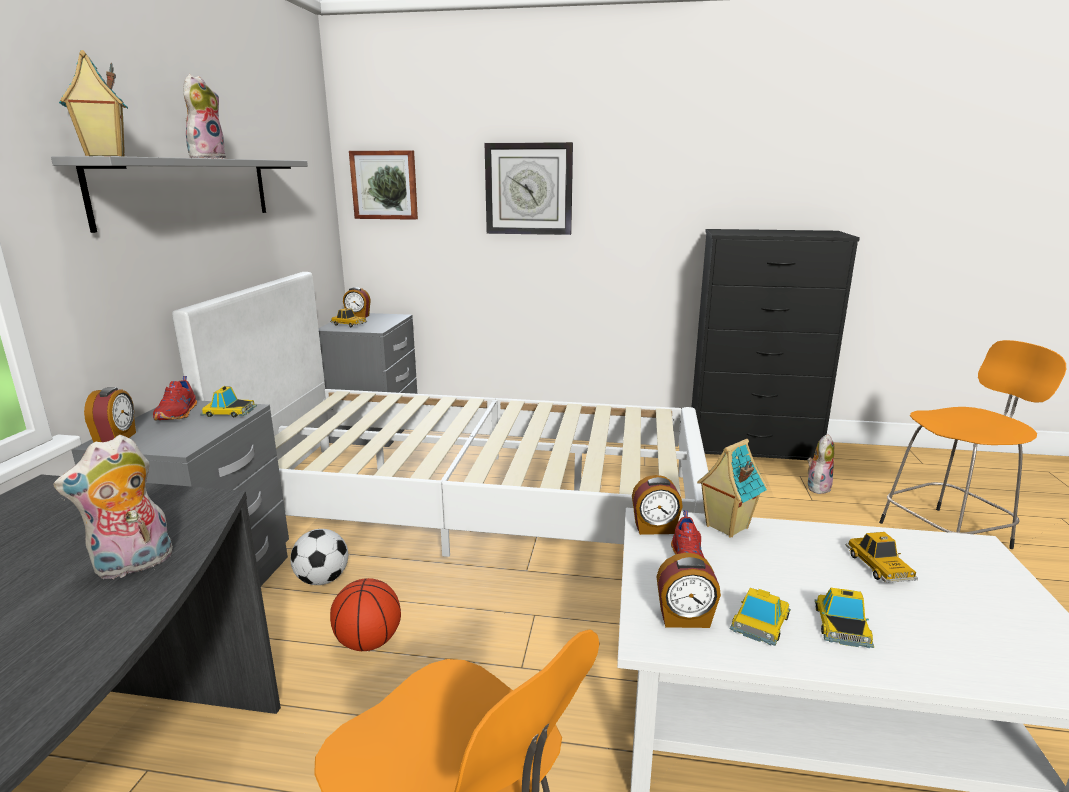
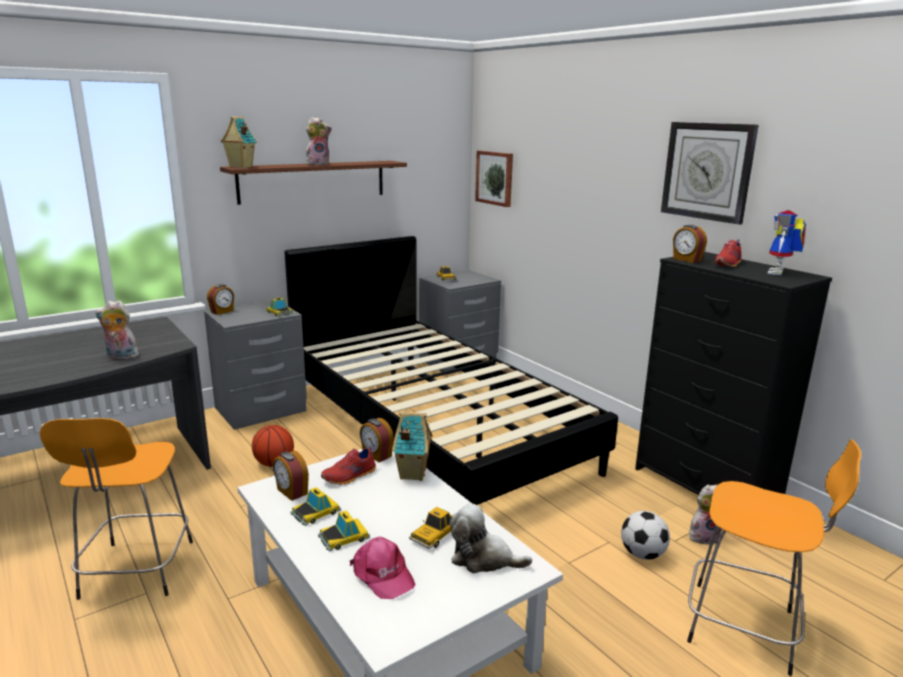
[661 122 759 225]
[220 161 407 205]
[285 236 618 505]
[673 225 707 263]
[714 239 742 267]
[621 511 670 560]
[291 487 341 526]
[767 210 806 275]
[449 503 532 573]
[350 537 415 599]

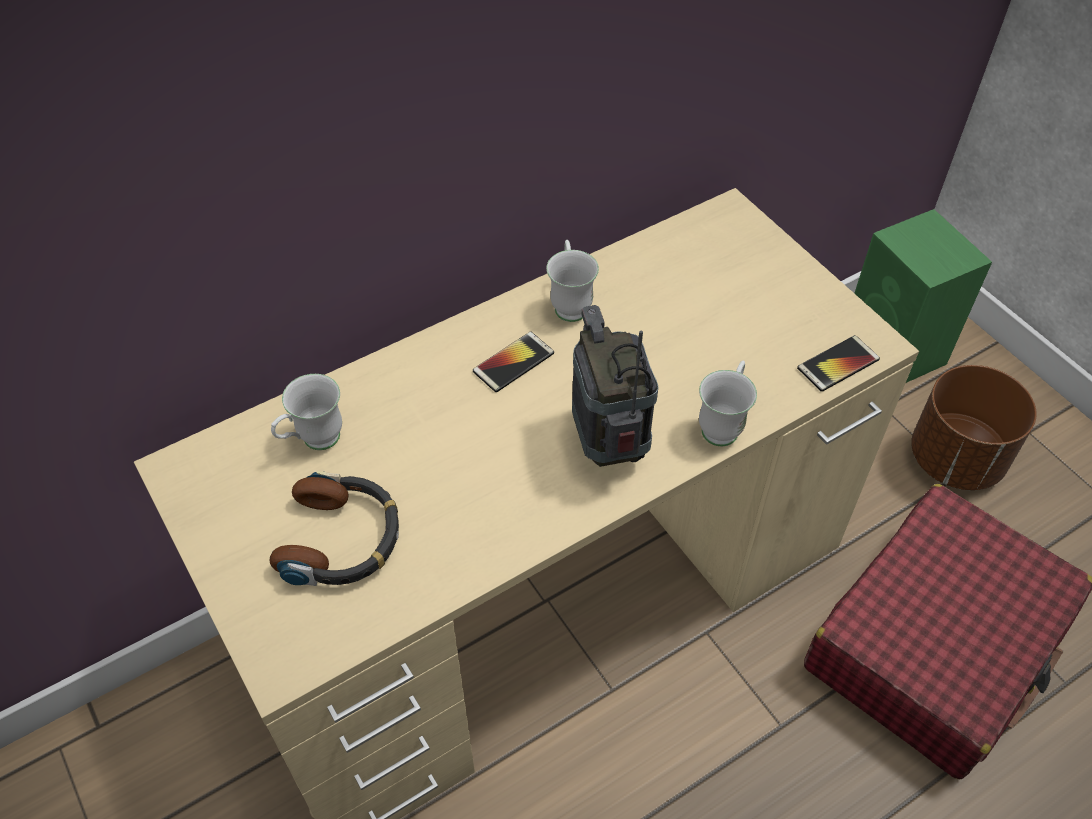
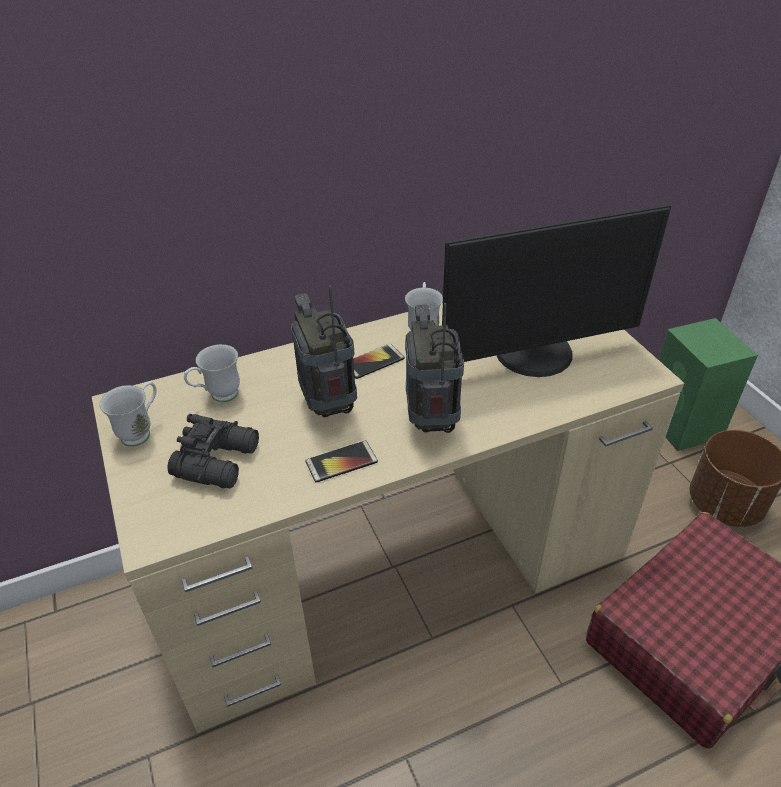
[305 440 378 483]
[99 381 157 447]
[167 414 259 488]
[442 204 671 377]
[291 286 357 417]

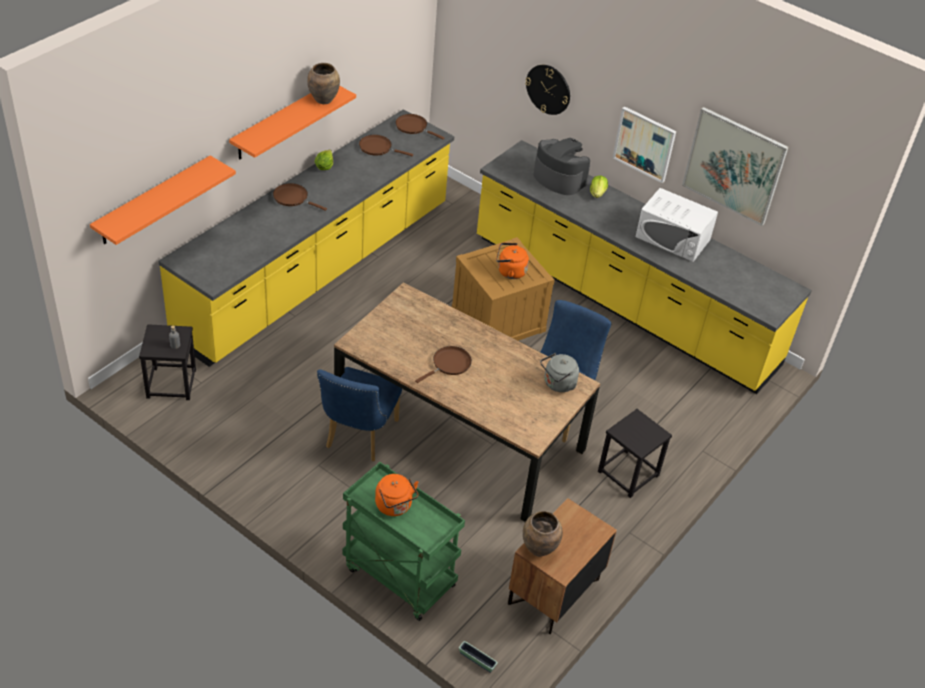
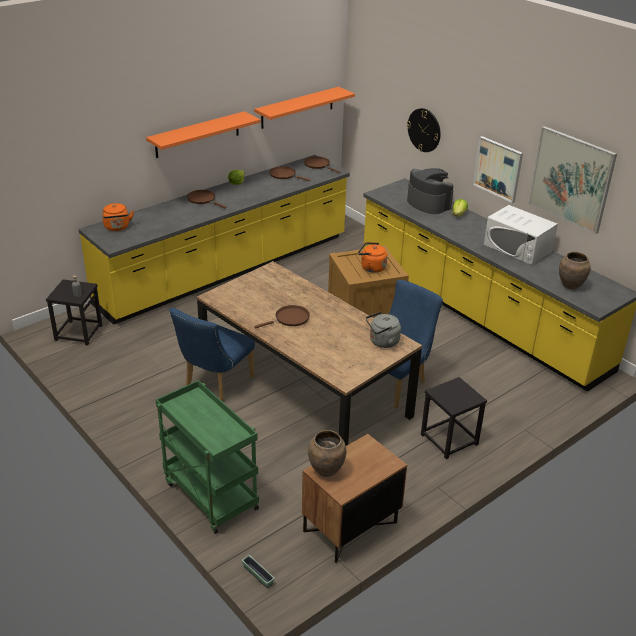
[559 252 591 290]
[254 87 355 129]
[102 203 134 231]

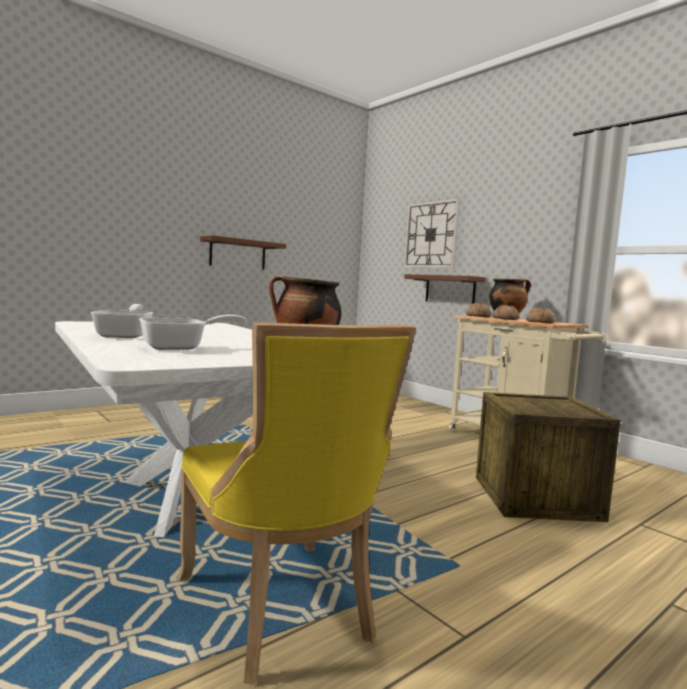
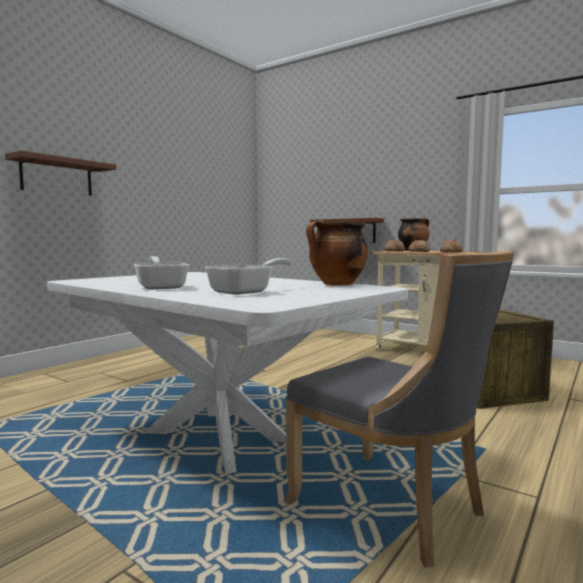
[404 199 460 268] (first image)
[5 150 116 196]
[284 251 515 568]

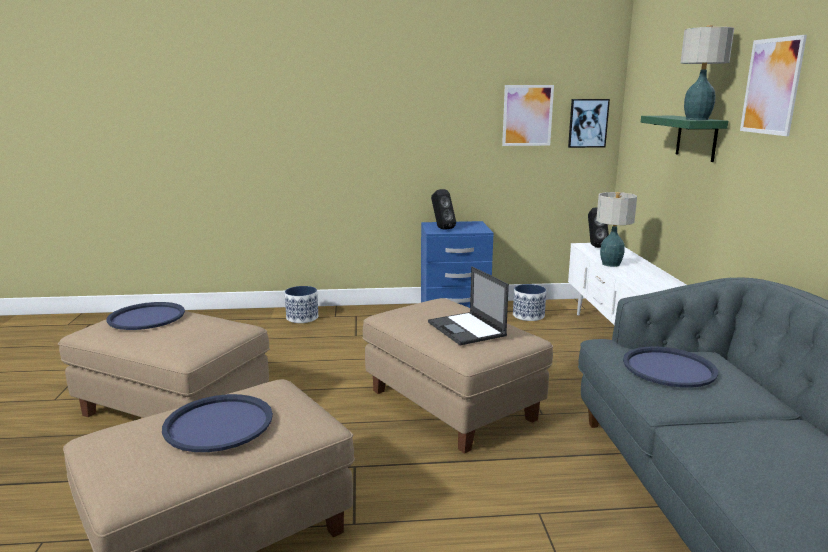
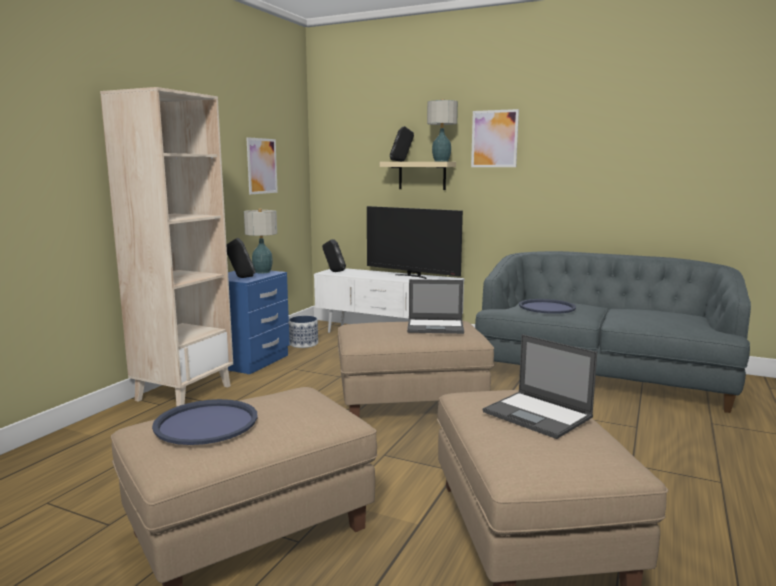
[568 99 610 148] (first image)
[380 162 456 190]
[244 209 277 273]
[285 286 318 323] (first image)
[483 334 597 439]
[100 87 233 406]
[390 126 414 162]
[367 206 463 279]

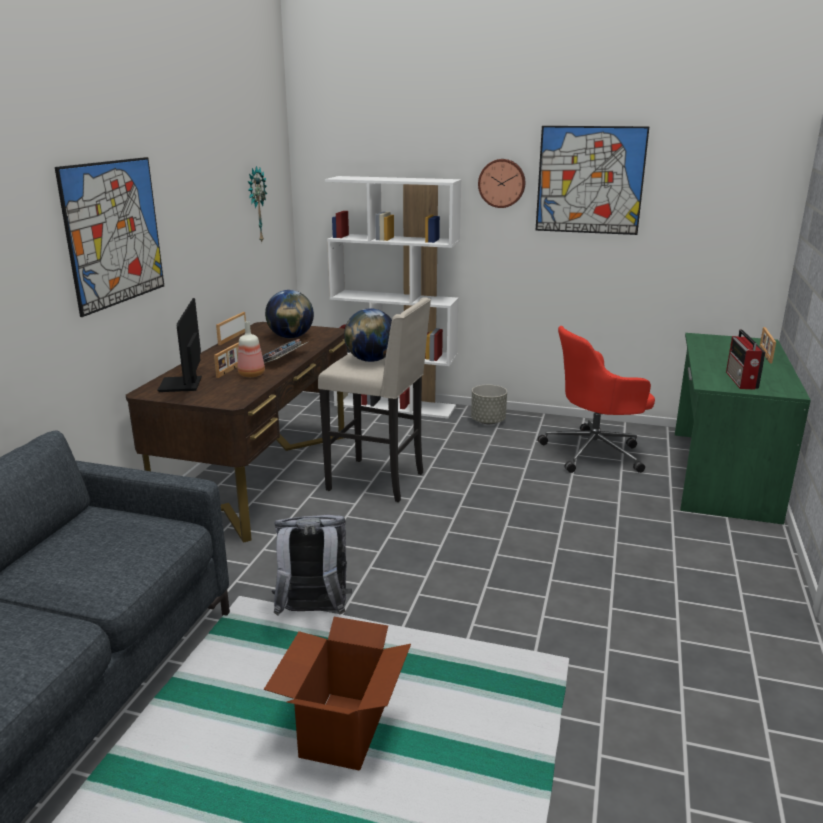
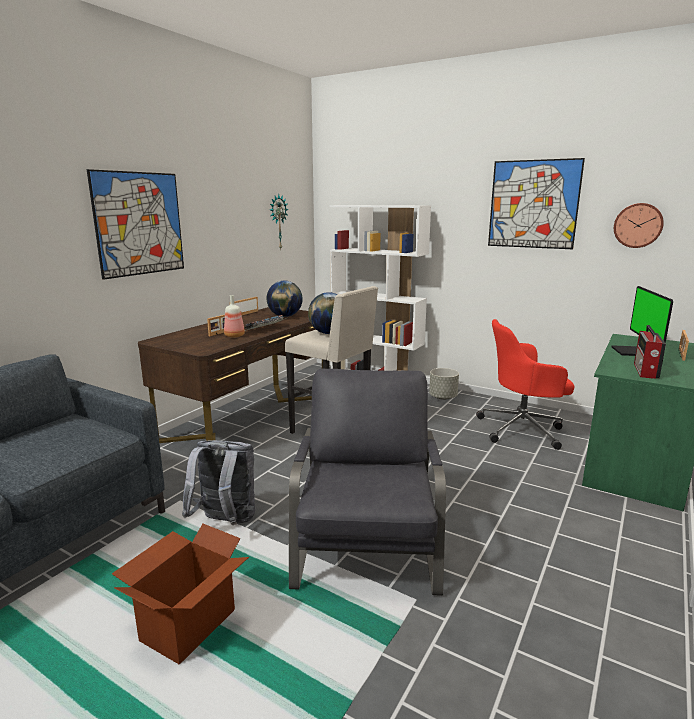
[614 203 664 248]
[611 286 673 356]
[289 369 446 596]

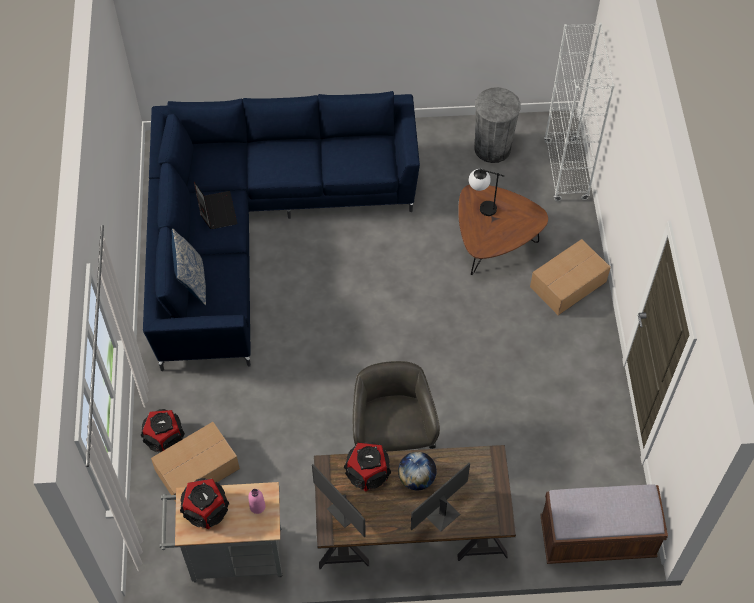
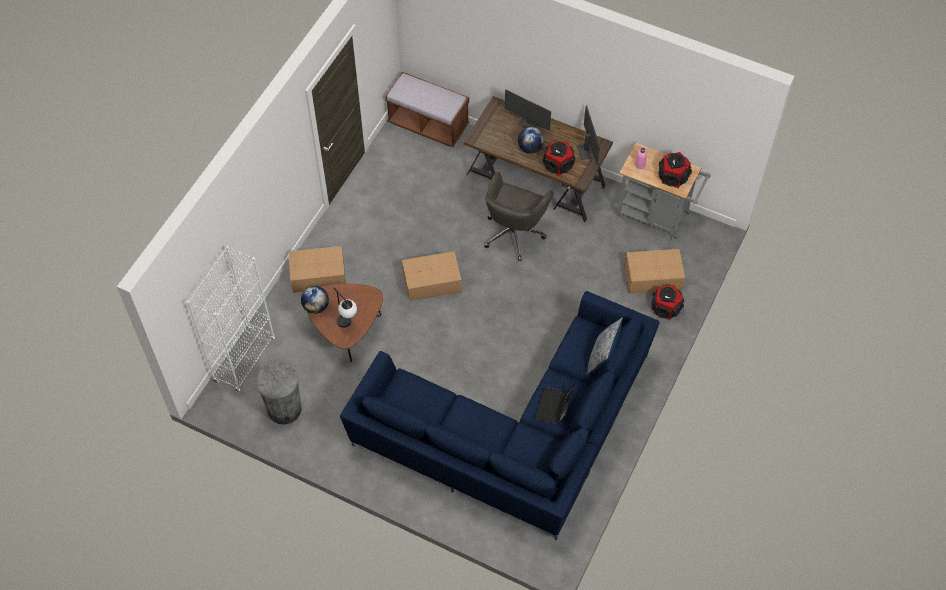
[505 90 551 131]
[402 251 461 301]
[301 286 329 314]

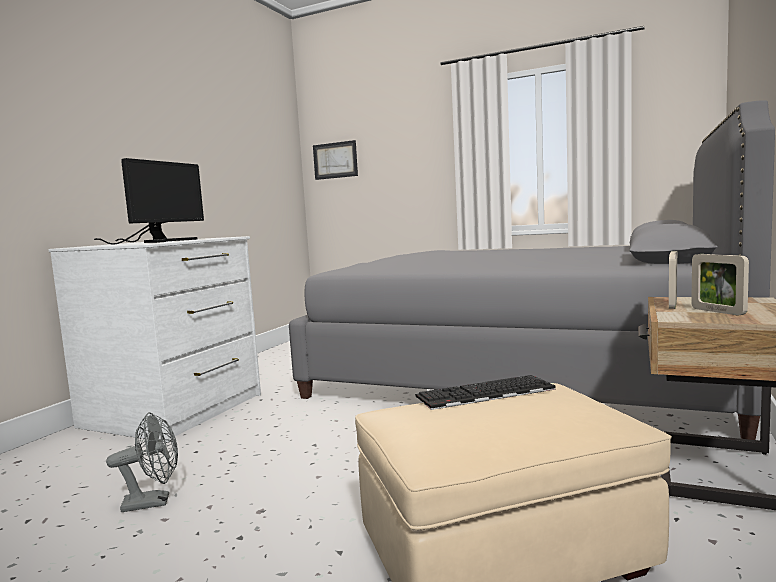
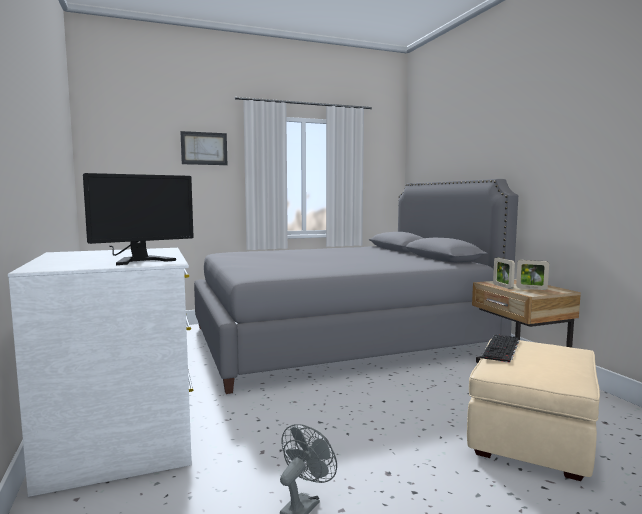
[180 131 227 165]
[83 173 194 265]

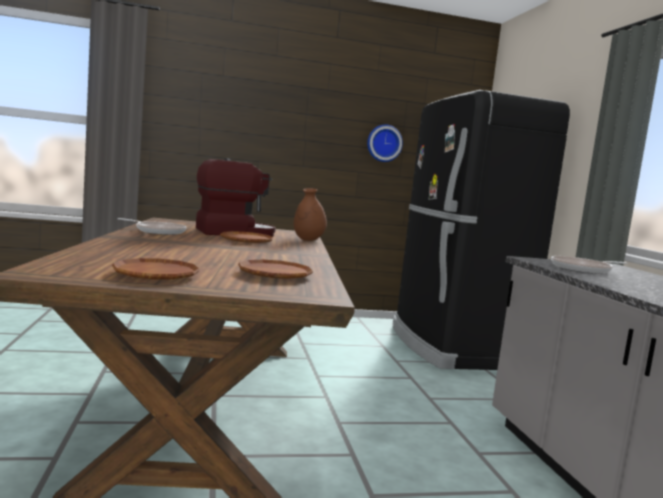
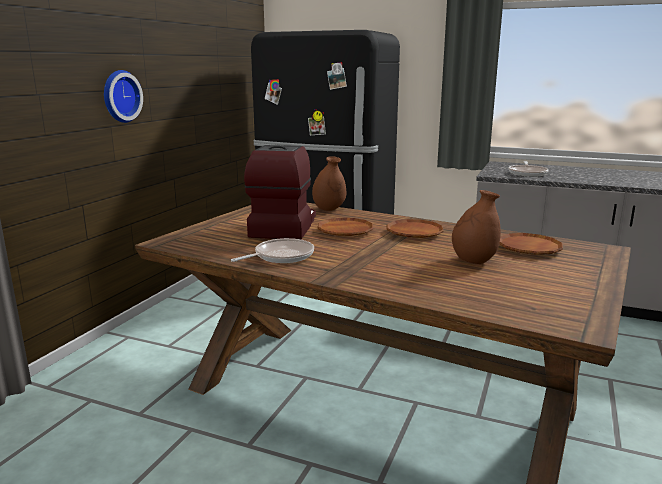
[104 70 143 123]
[387 219 444 238]
[452 190 501 264]

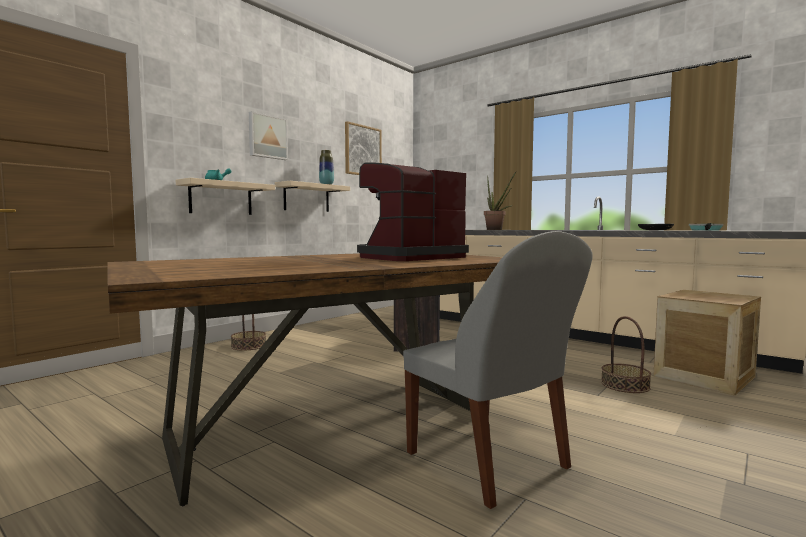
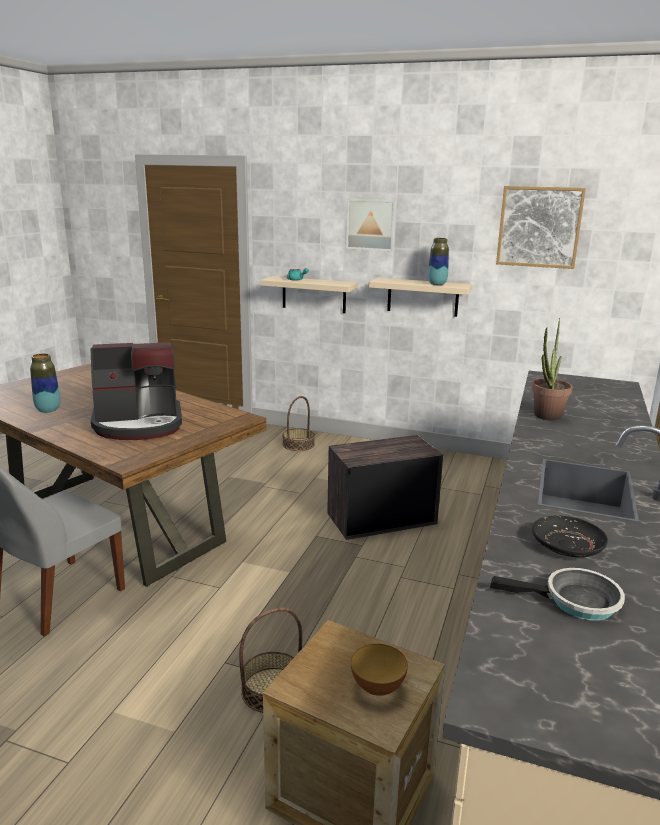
[90 342 182 440]
[30 354 60 413]
[351 644 408 696]

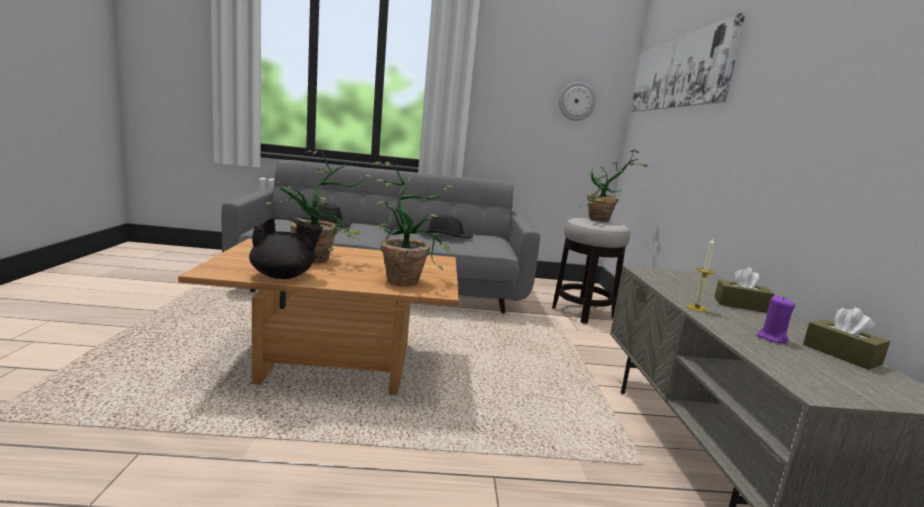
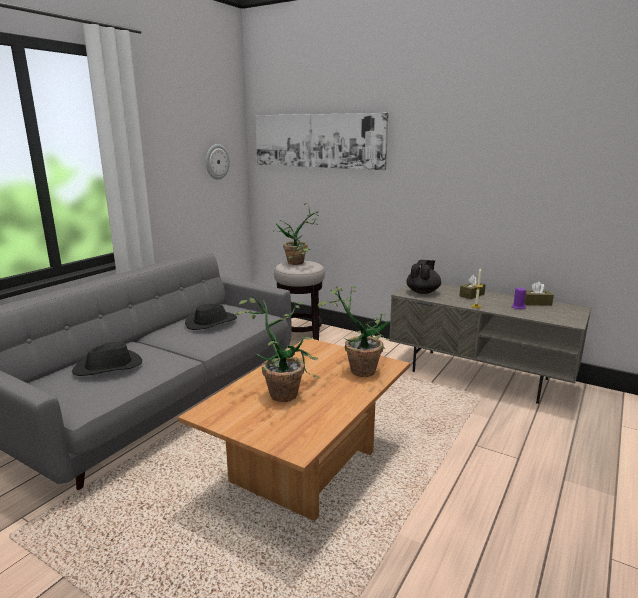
[406 260 441 294]

